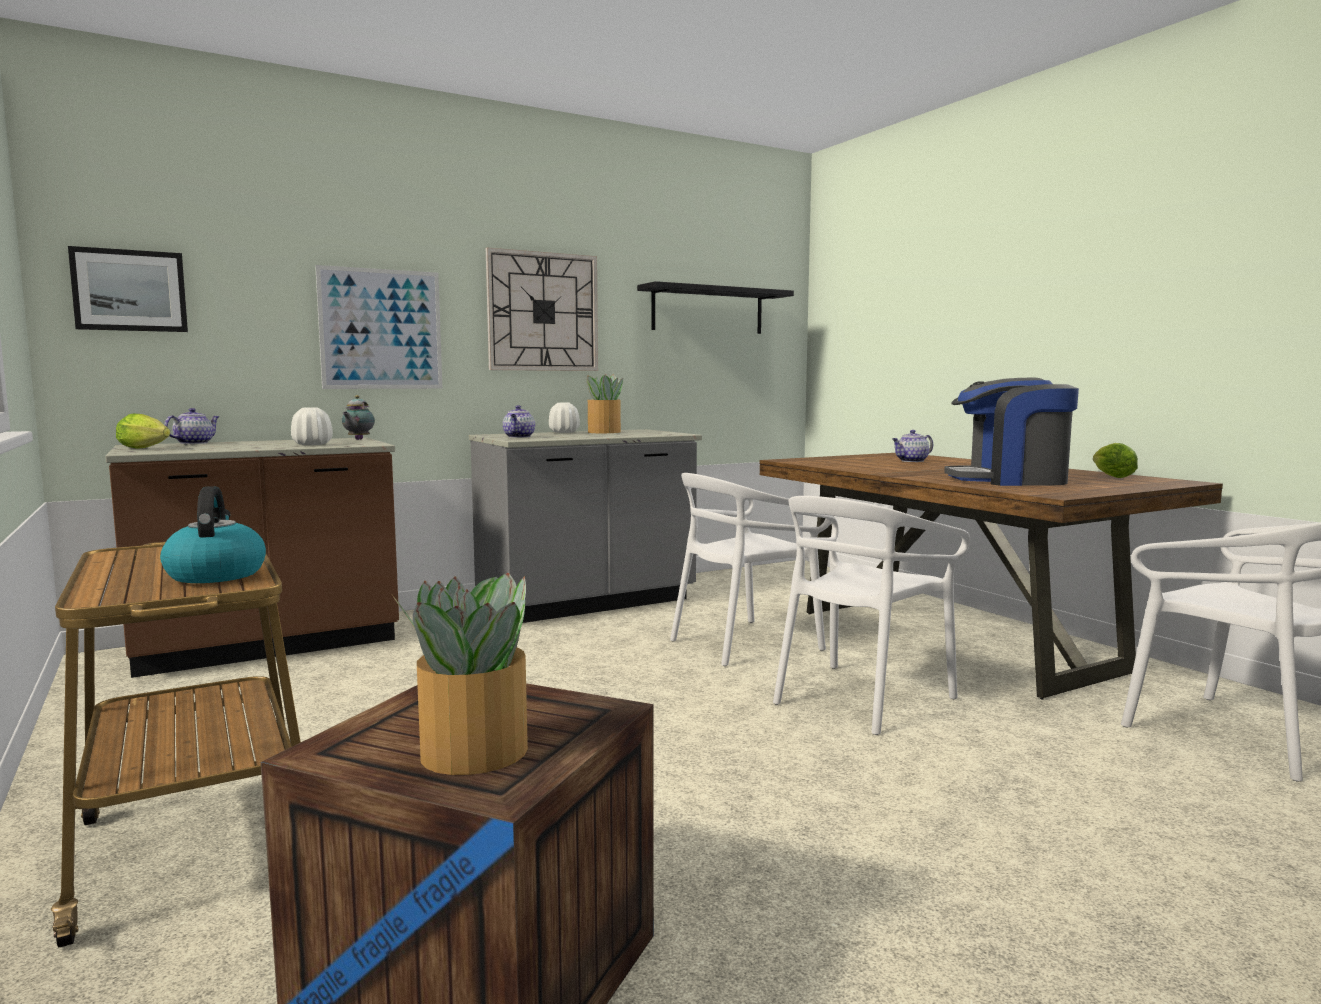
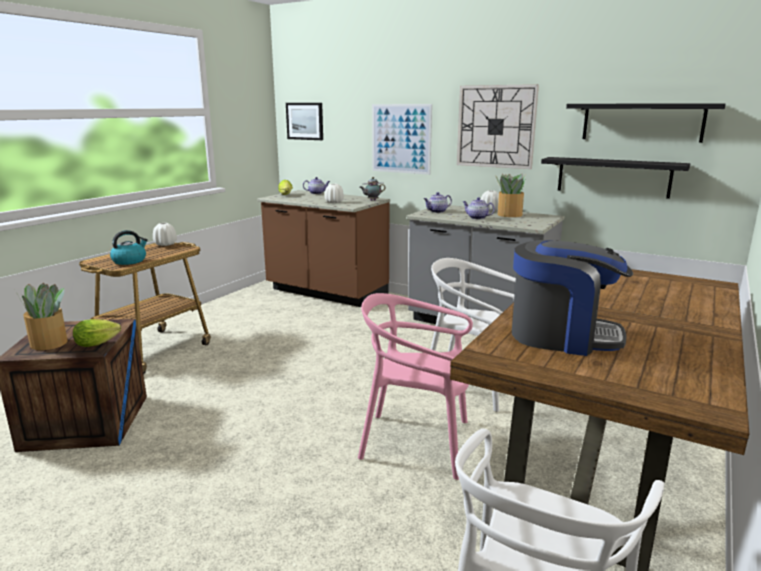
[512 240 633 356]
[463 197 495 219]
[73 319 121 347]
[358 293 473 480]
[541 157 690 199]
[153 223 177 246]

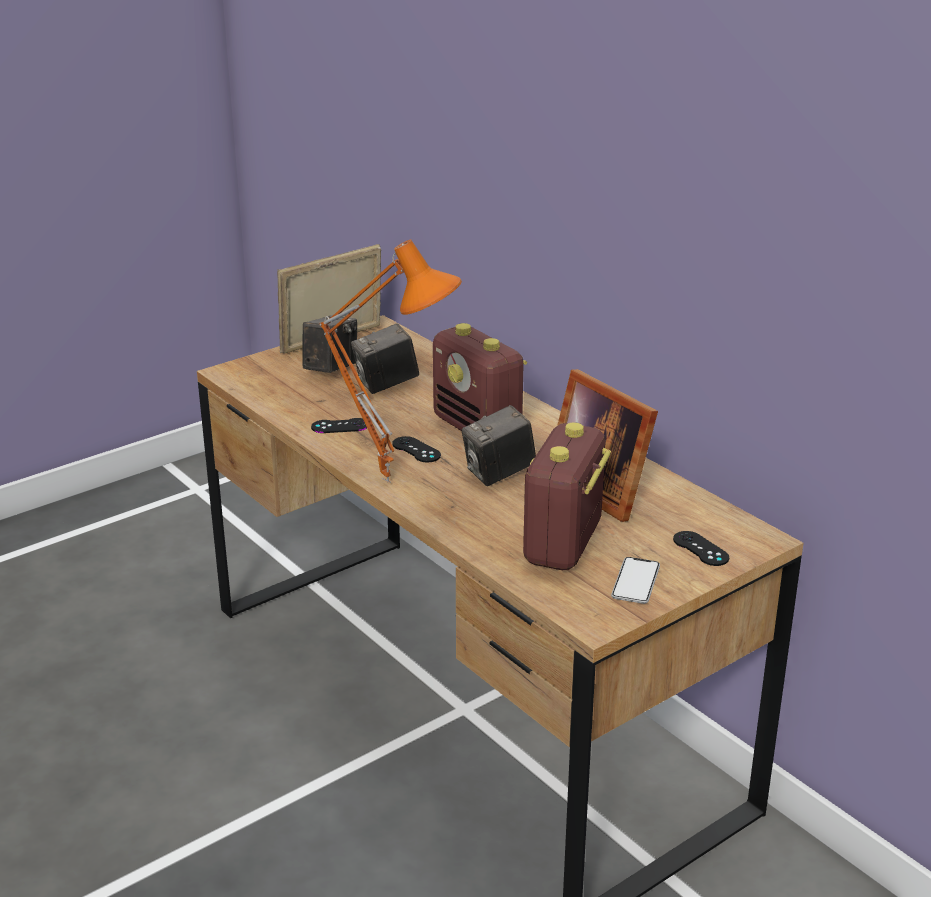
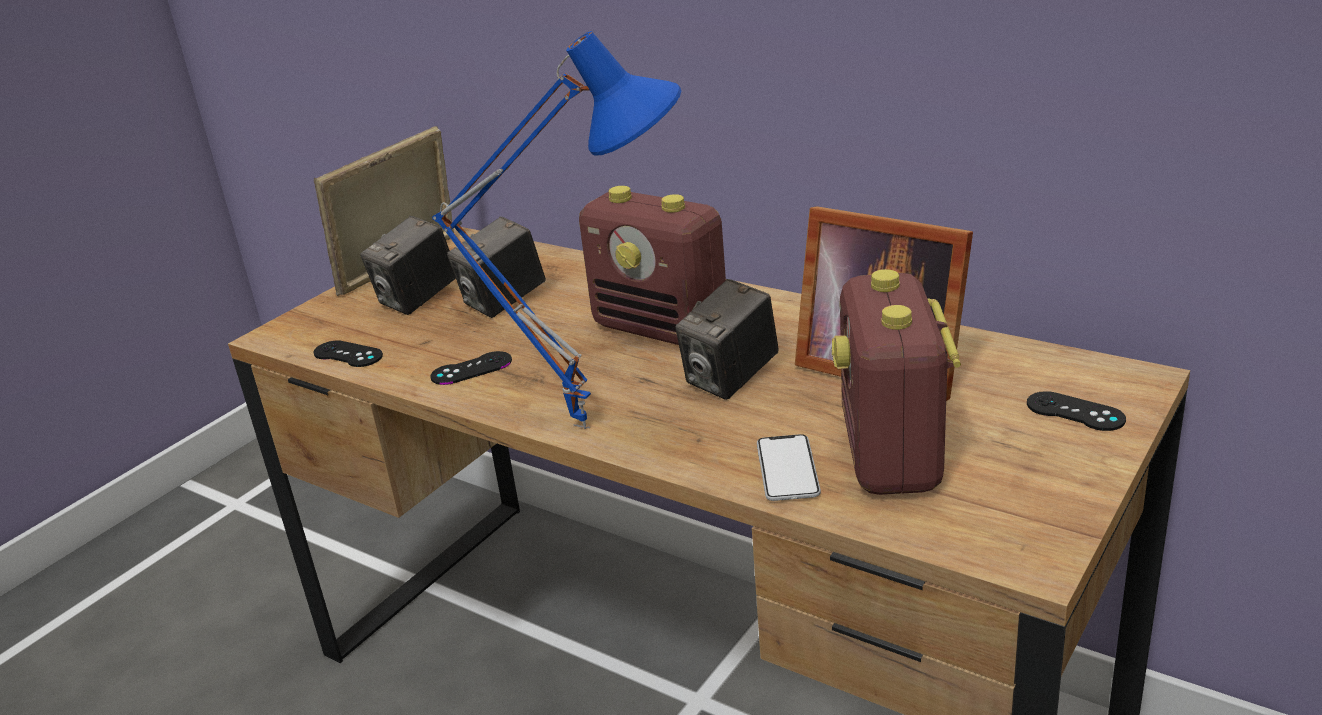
[432 31 681 429]
[360 216 456 315]
[313 340 383 367]
[757 434 821 501]

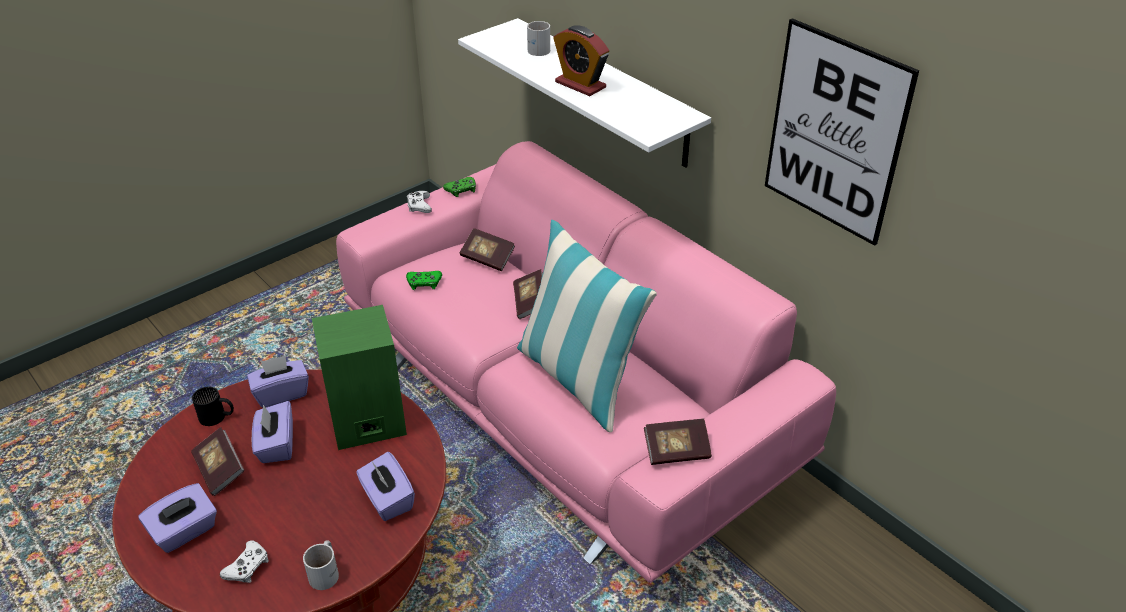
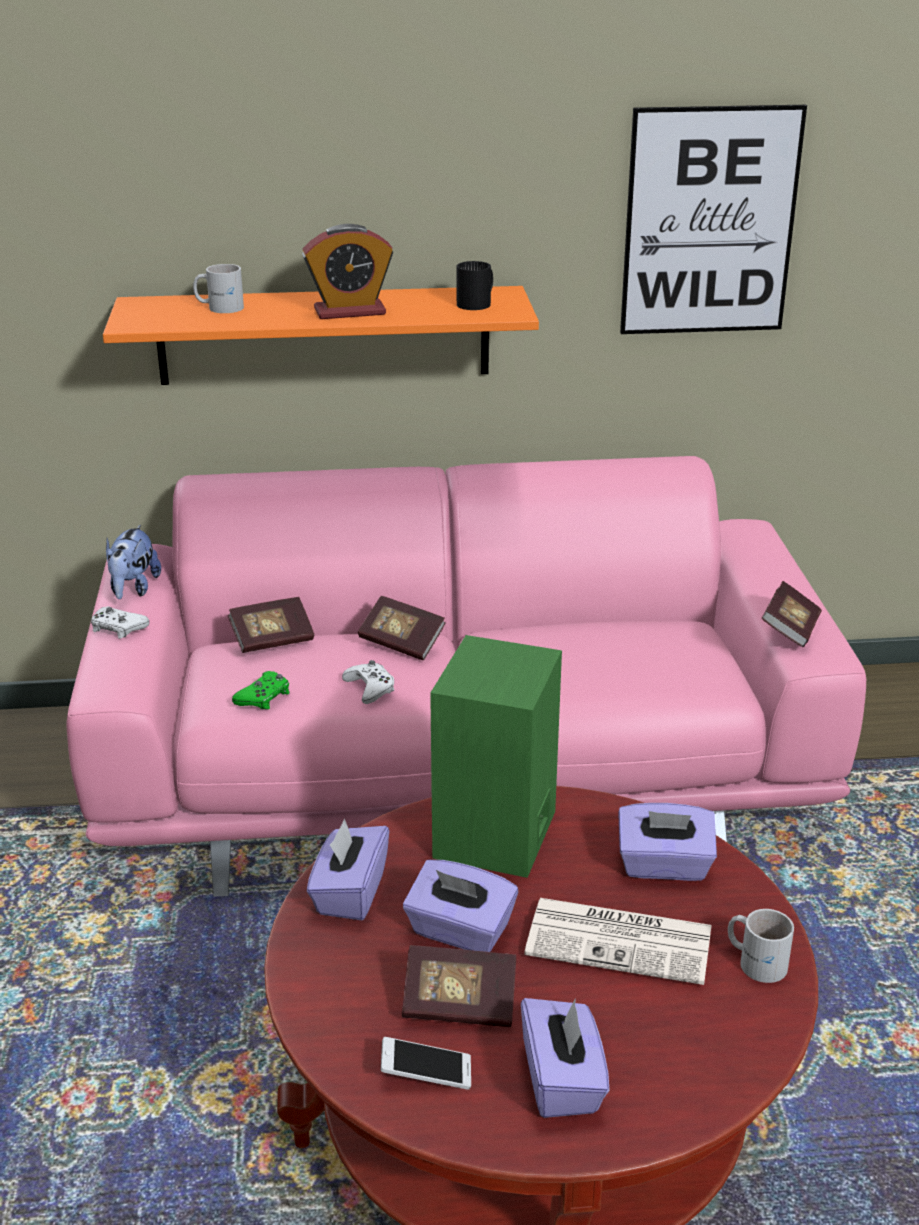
[103 286 539 385]
[106 525 161 599]
[517 220 657 432] (first image)
[457 261 493 310]
[342 660 394 704]
[524 898 712 985]
[381 1037 471 1089]

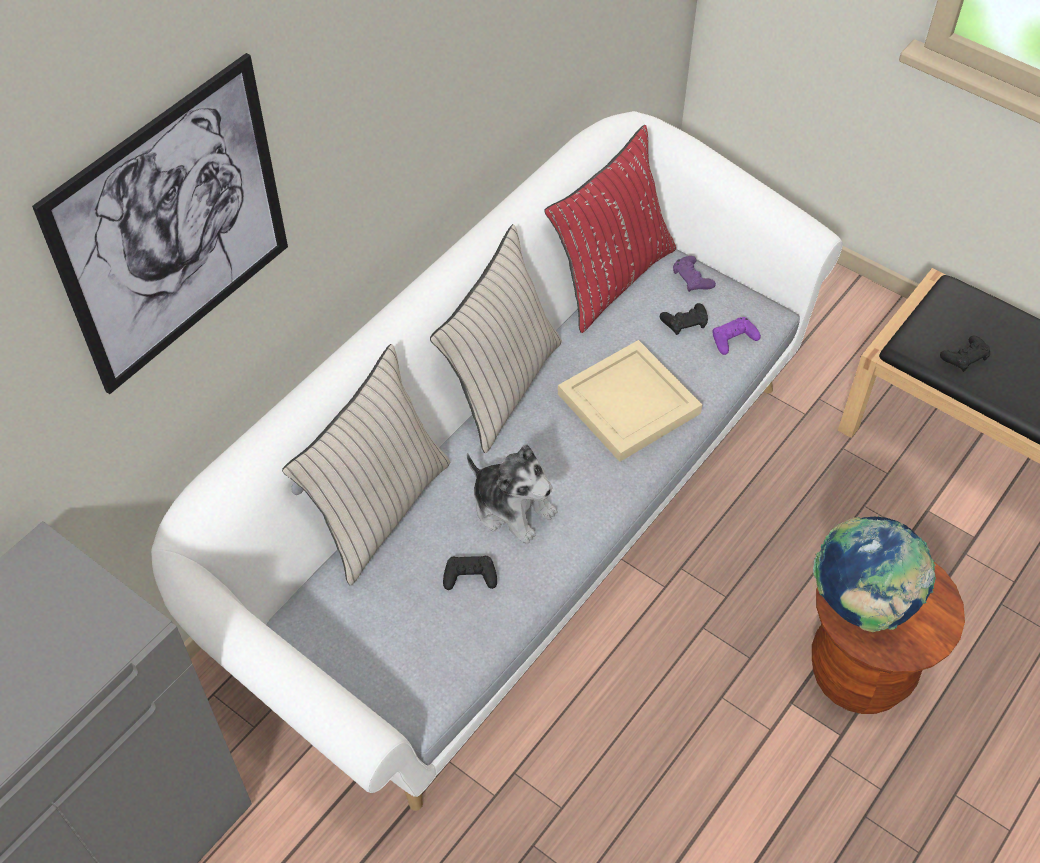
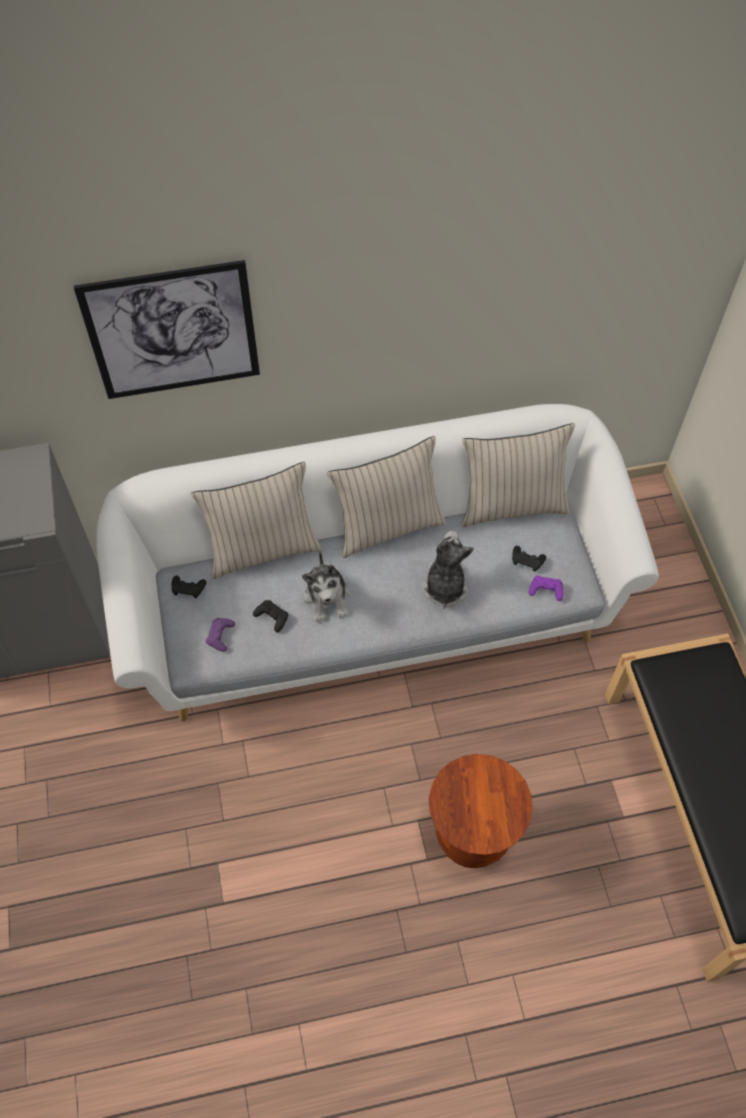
[462 423 575 527]
[206 618 235 652]
[171 575 207 598]
[422 531 474 609]
[813 515 936 632] (first image)

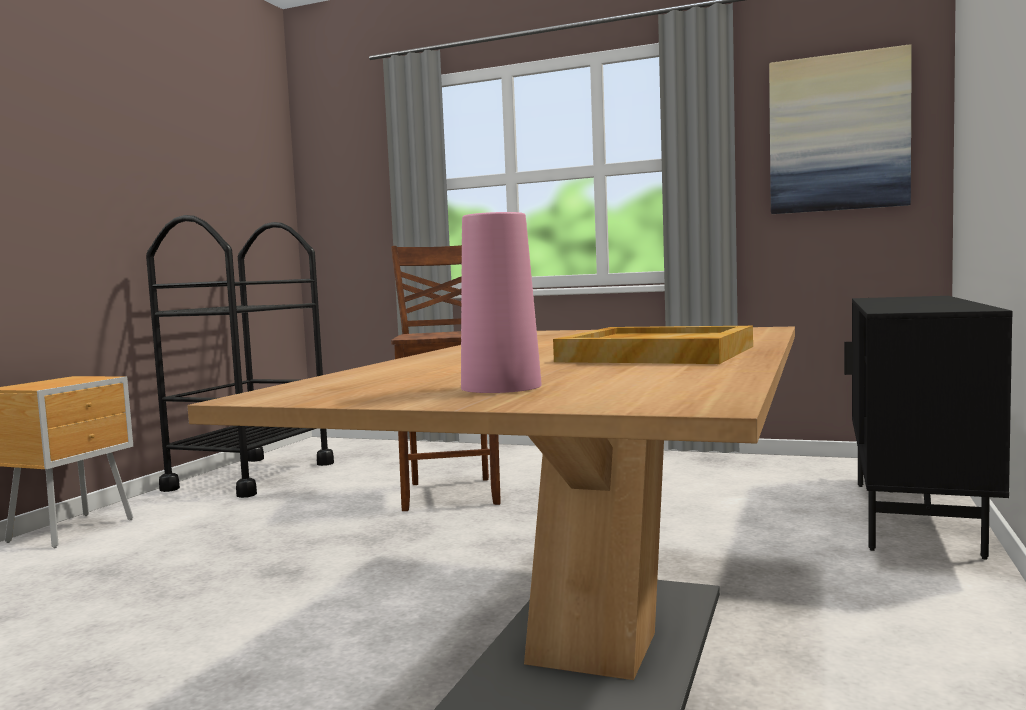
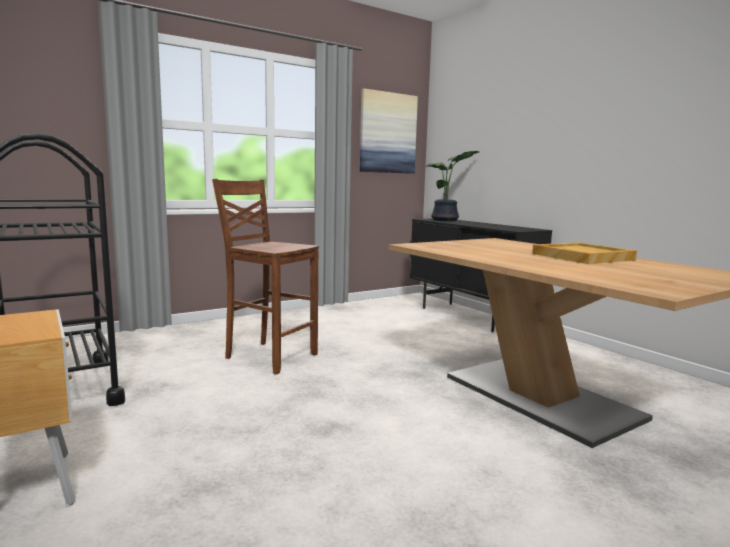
[461 212 542 393] (first image)
[426 151 479 221]

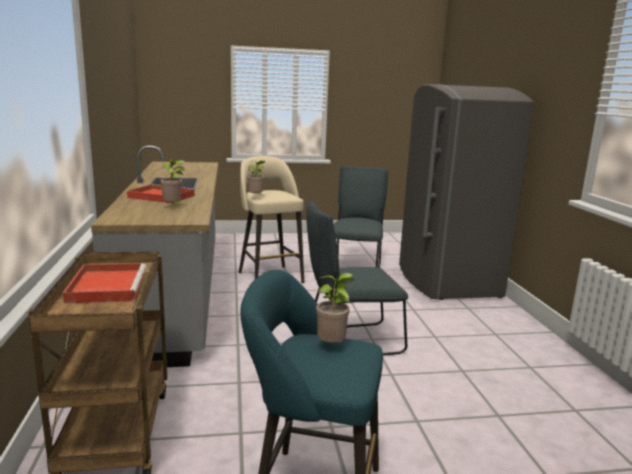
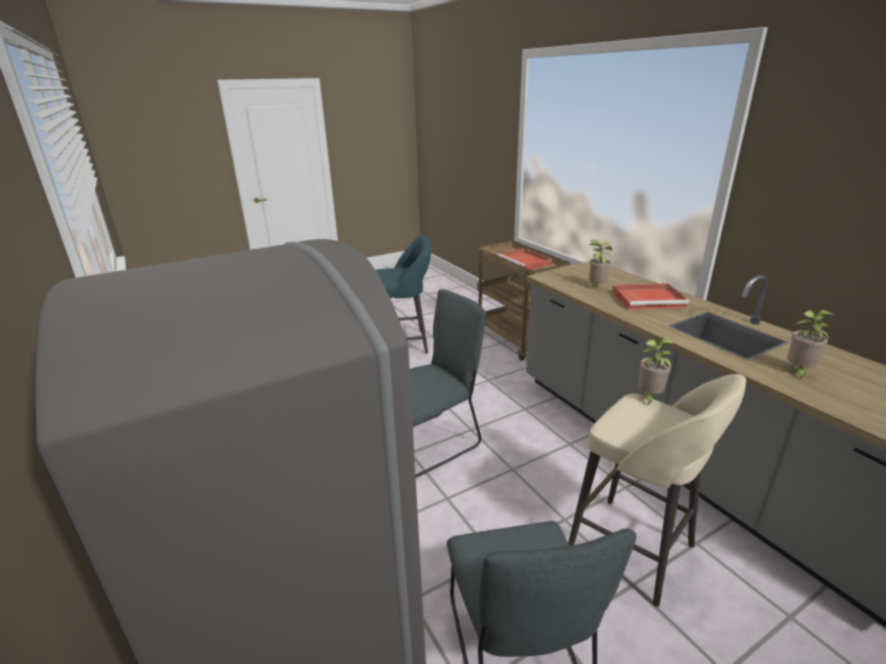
[787 310 834 379]

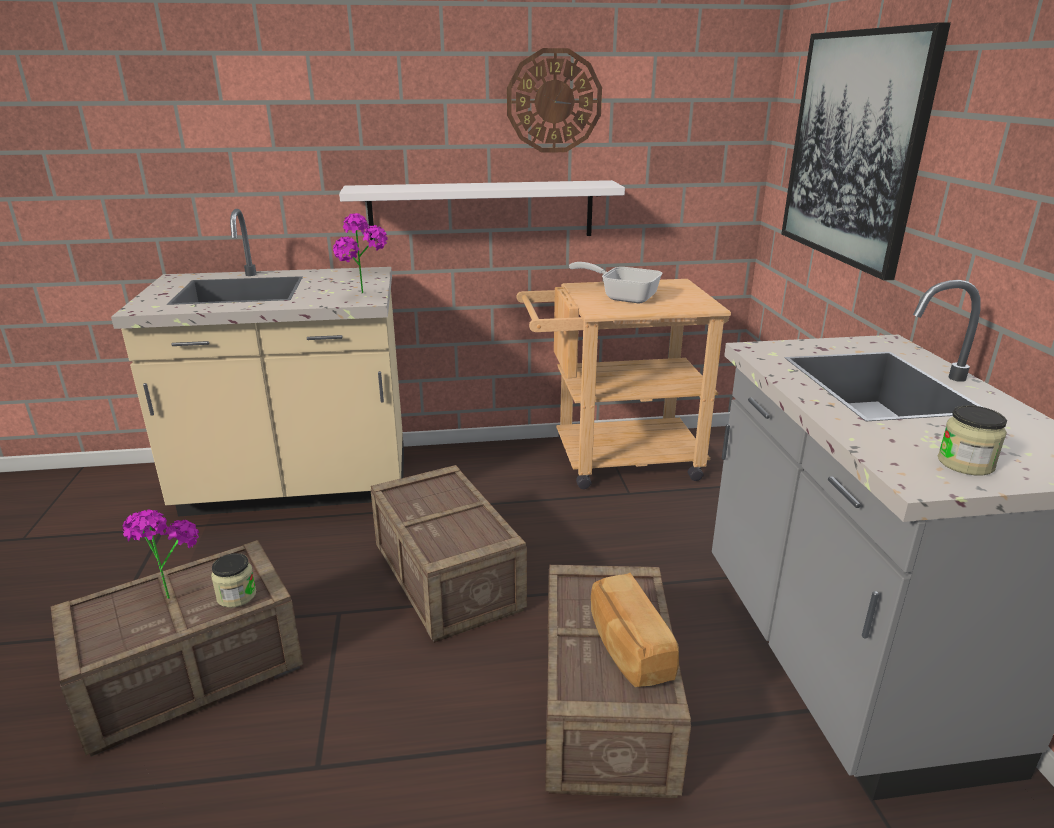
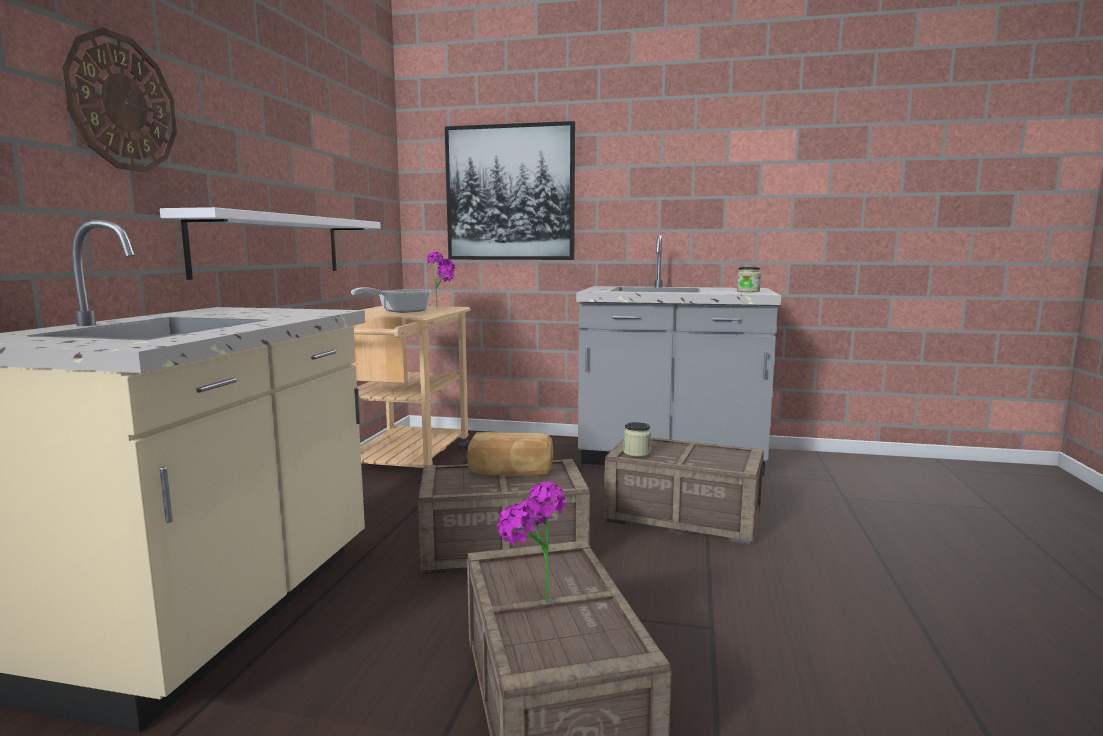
[61 27 177 172]
[427 252 455 308]
[623 422 651 457]
[467 432 553 475]

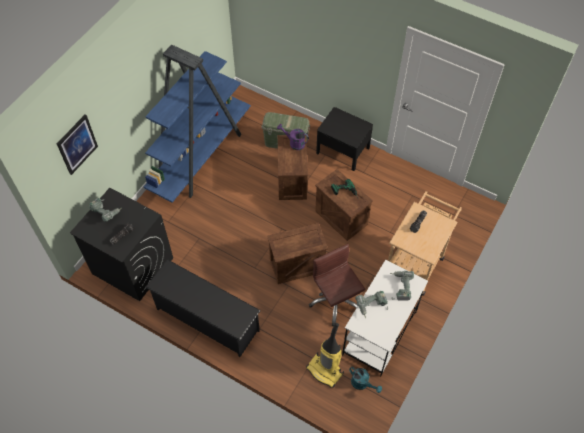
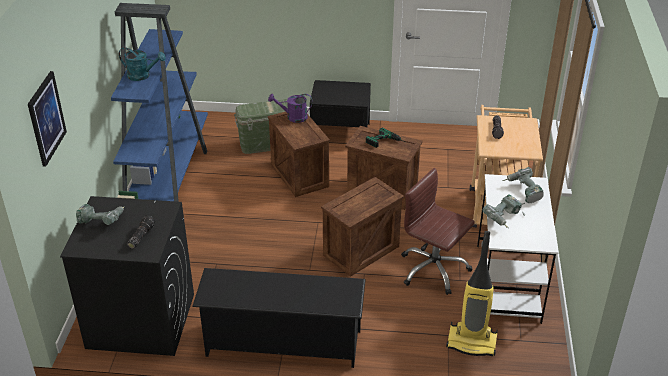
[119 47 166 81]

